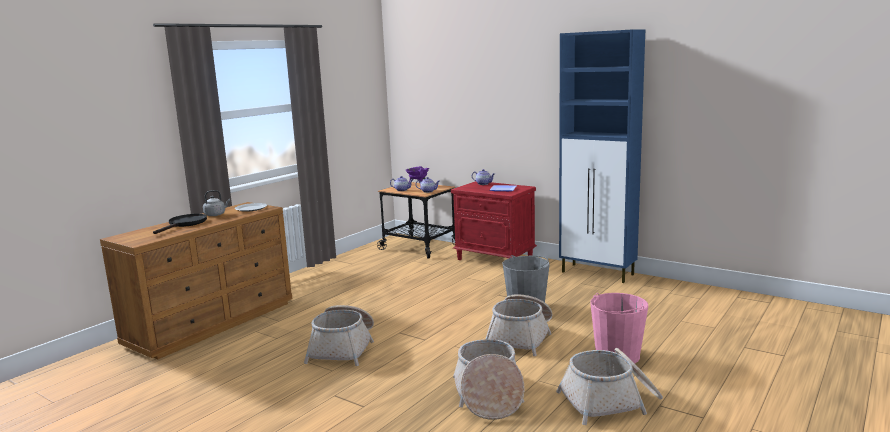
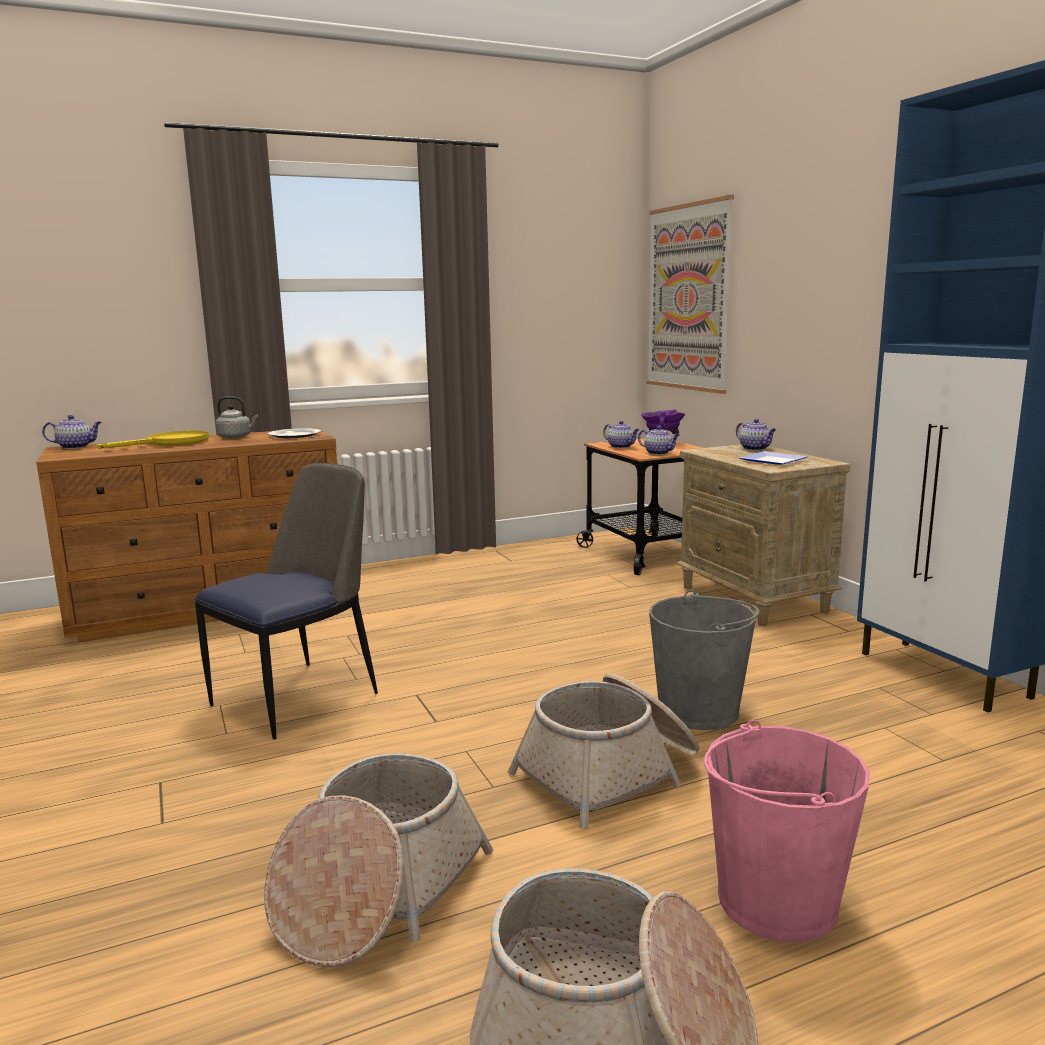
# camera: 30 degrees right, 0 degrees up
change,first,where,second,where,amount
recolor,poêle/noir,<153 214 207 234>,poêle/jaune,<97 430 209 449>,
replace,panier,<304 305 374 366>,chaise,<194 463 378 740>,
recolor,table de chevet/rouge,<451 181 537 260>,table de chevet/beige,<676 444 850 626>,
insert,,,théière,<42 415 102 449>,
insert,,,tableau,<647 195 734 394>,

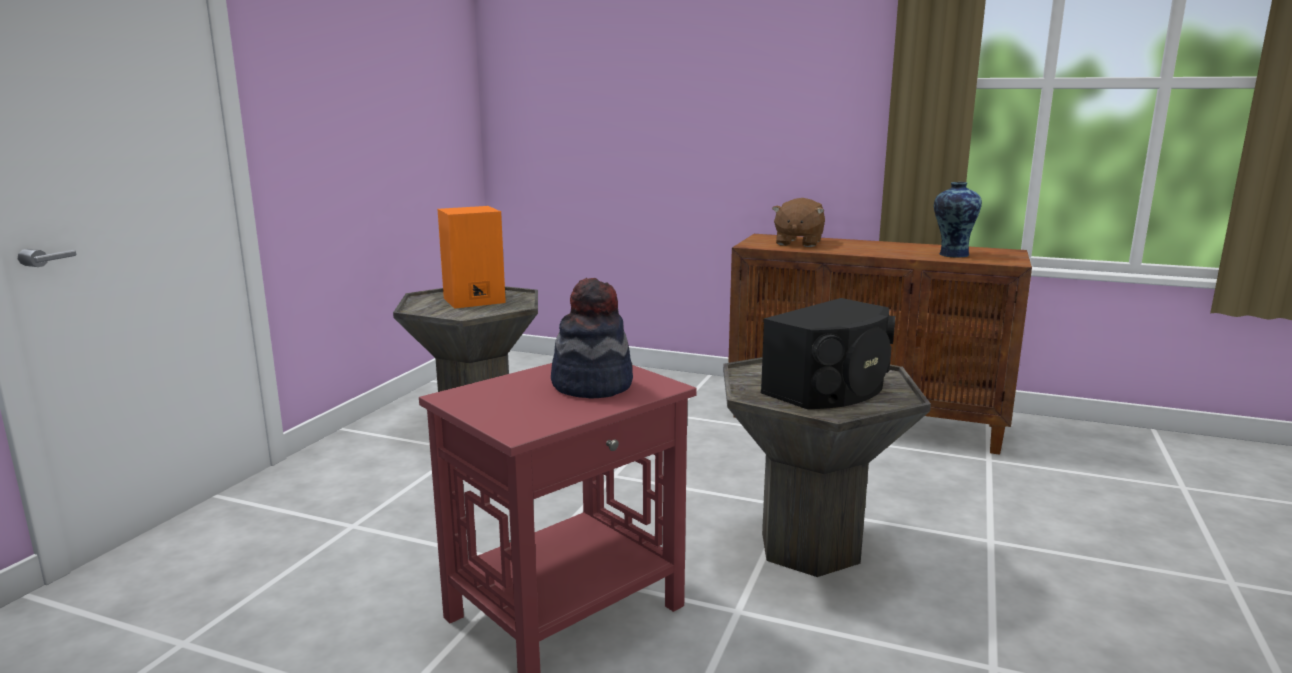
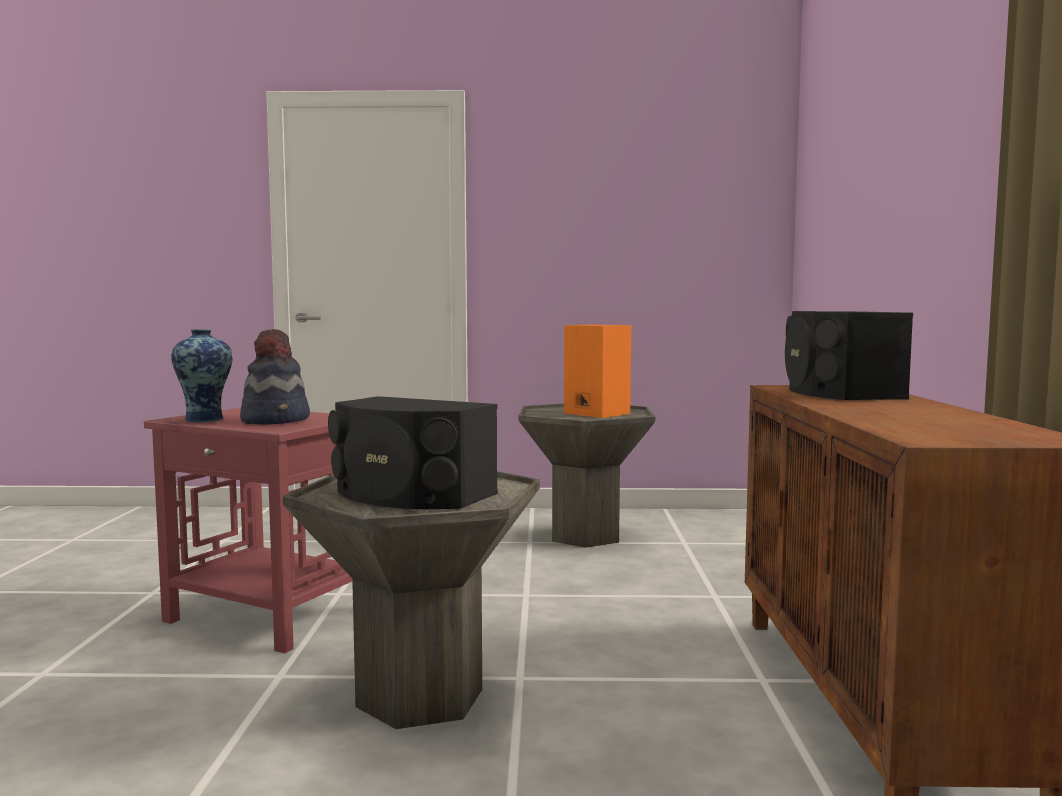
# camera: 70 degrees right, 10 degrees down
change,first,where,second,where,amount
replace,peluche/marron,<772 198 825 247>,enceinte/noir,<785 311 913 400>,
move,vase,<934 182 982 258>,,<171 329 233 422>,

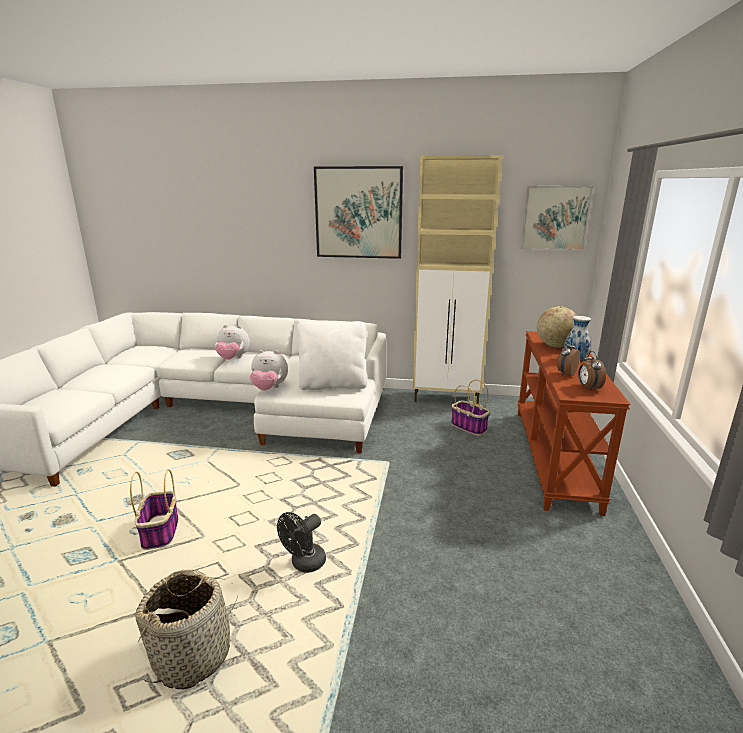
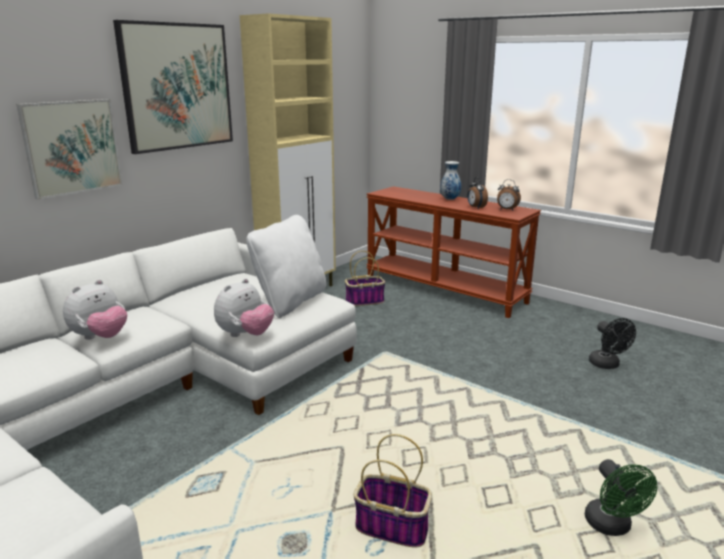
# camera: 60 degrees left, 0 degrees up
change,first,where,second,where,amount
replace,panier,<135 569 238 690>,ventilateur/vert,<585 459 657 536>,
move,ventilateur/noir,<277 512 326 573>,,<589 318 636 369>,
move,tableau,<521 186 593 250>,,<16 99 123 200>,
delete,globe,<537 306 577 348>,,,

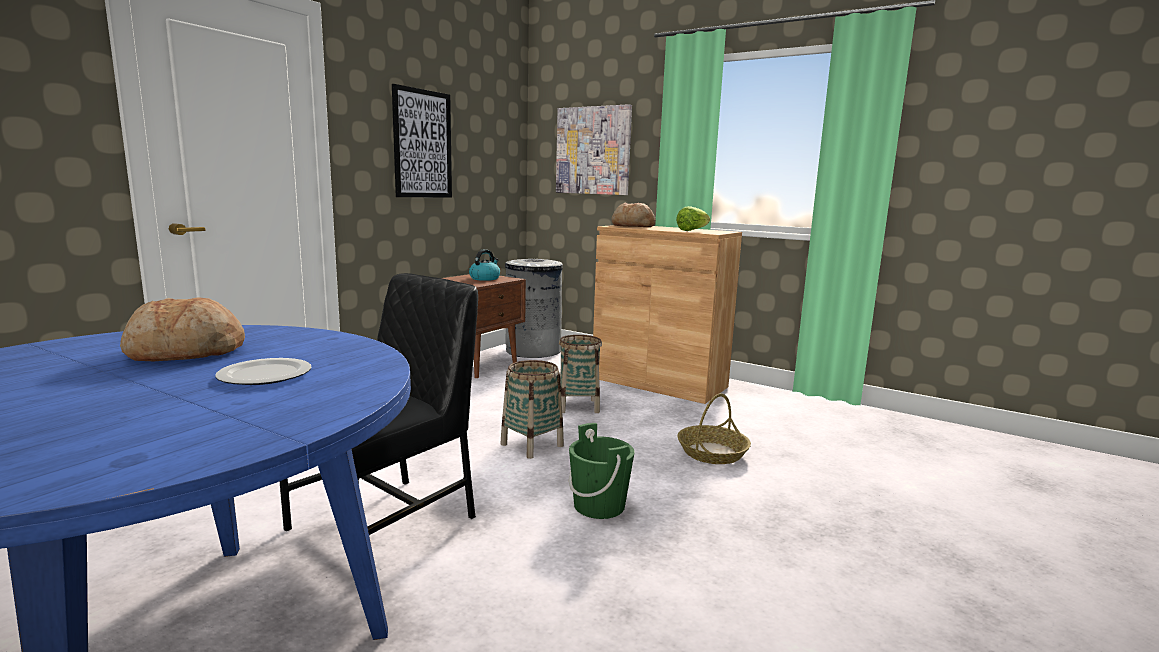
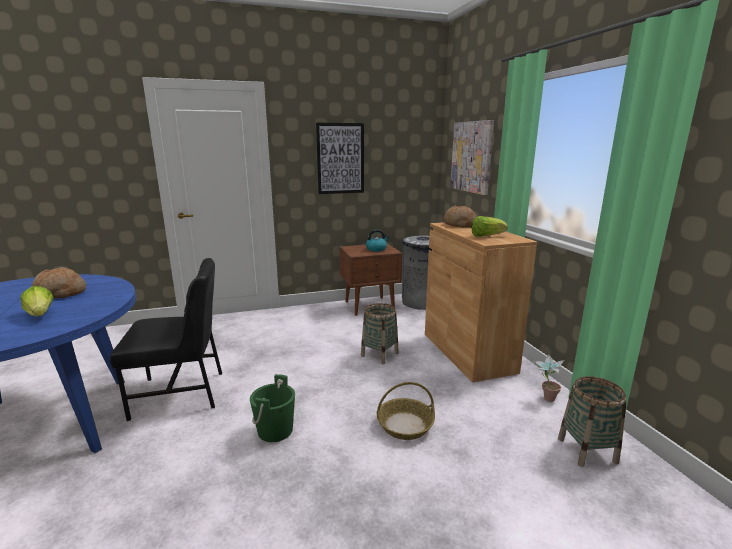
# camera: 40 degrees right, 5 degrees up
change,first,where,second,where,amount
replace,assiette,<215 358 311 385>,laitue,<20 286 54 317>,
move,panier,<500 360 564 459>,,<558 376 627 467>,
insert,,,plante en pot,<533 354 564 402>,

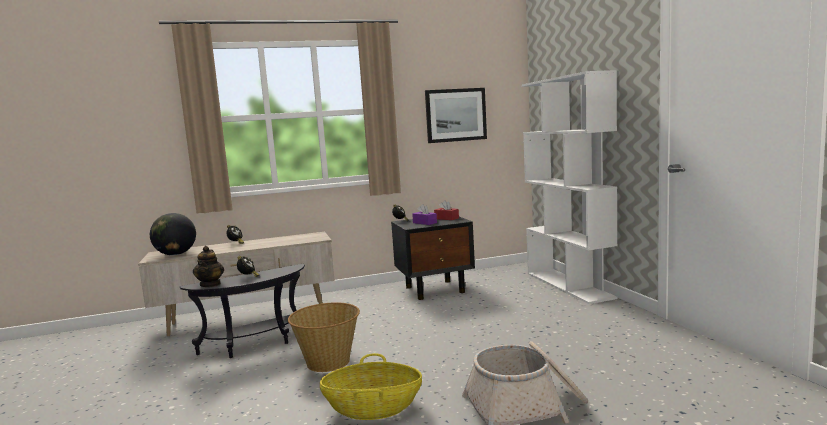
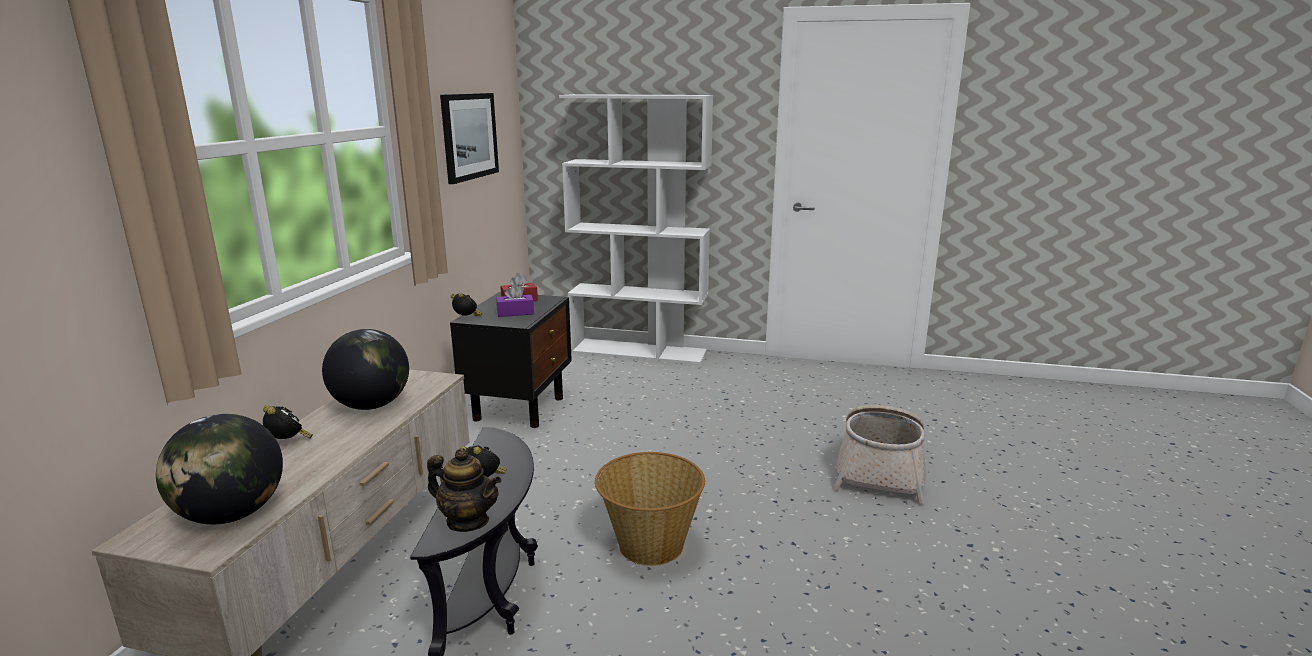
# camera: 60 degrees left, 10 degrees up
change,first,where,second,where,amount
delete,panier,<320 353 422 420>,,,
insert,,,globe,<322 329 409 410>,

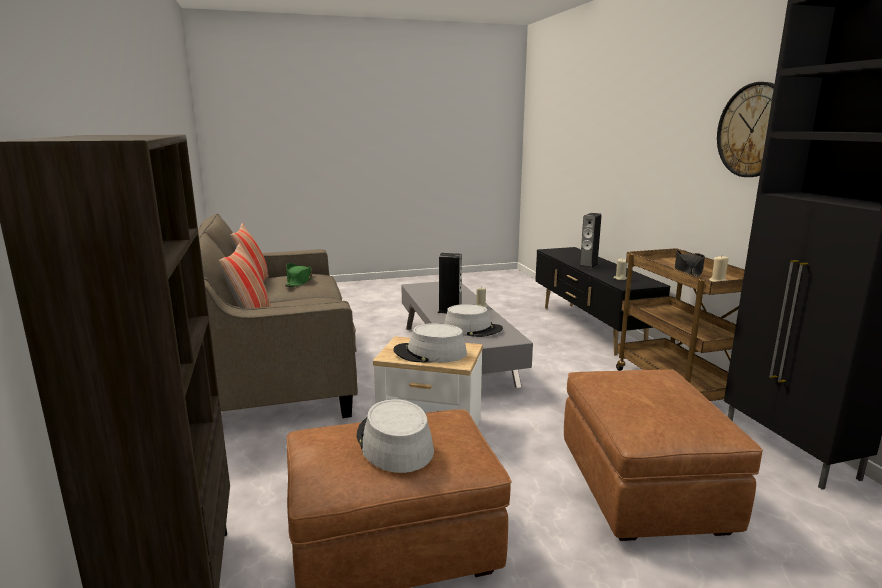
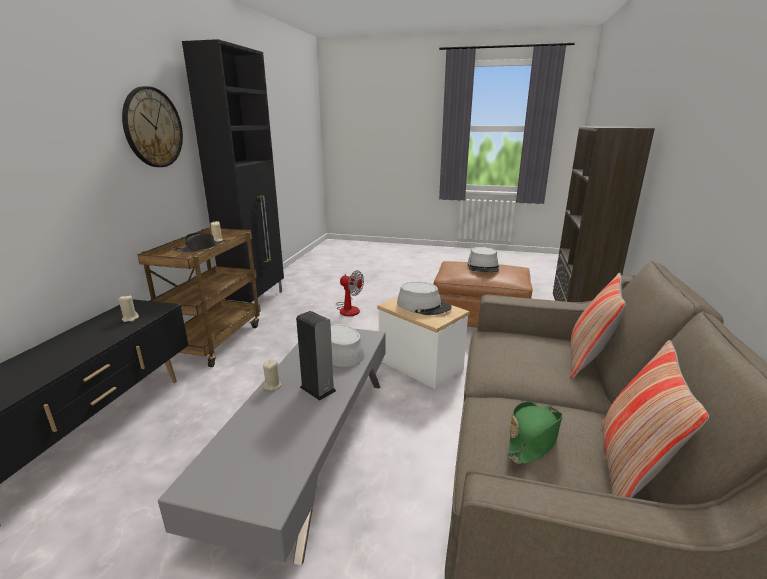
# camera: 150 degrees left, 5 degrees up
change,first,where,second,where,amount
replace,pouf/marron,<564 369 763 541>,ventilateur,<337 270 364 316>,
delete,enceinte,<579 213 602 269>,,,

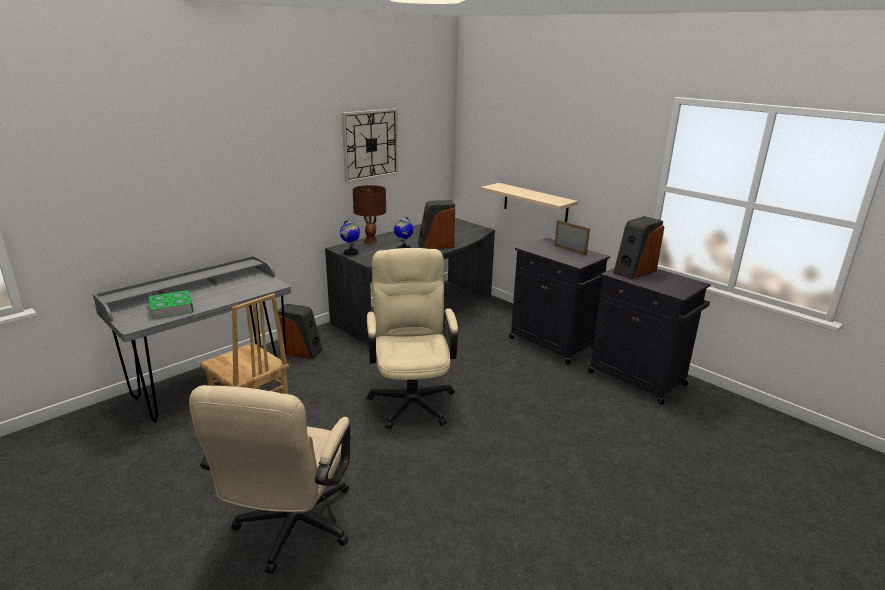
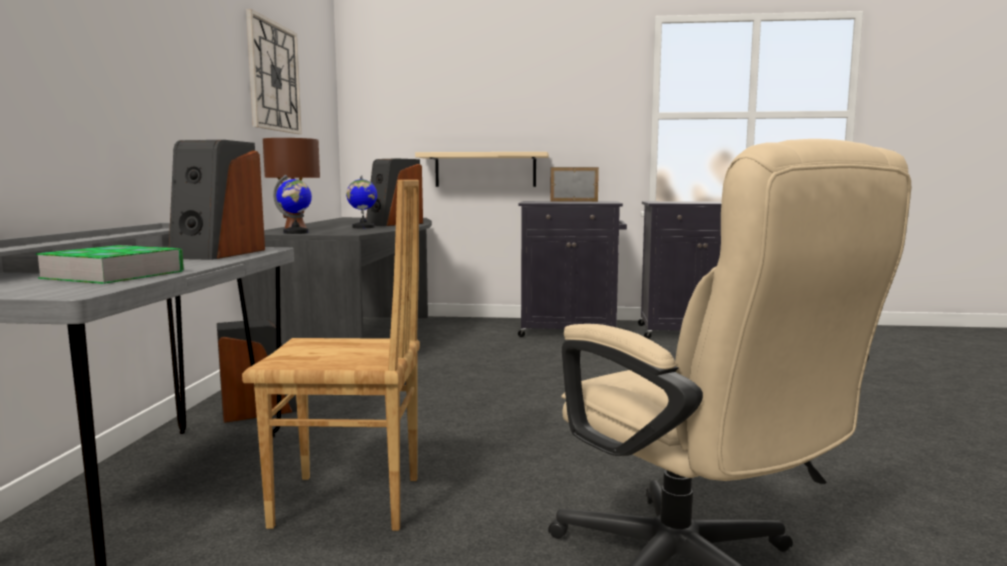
# camera: 40 degrees left, 15 degrees down
change,first,where,second,where,amount
delete,chaise de bureau/beige,<367 248 458 430>,,,
move,enceinte,<613 216 664 280>,,<169 140 265 260>,

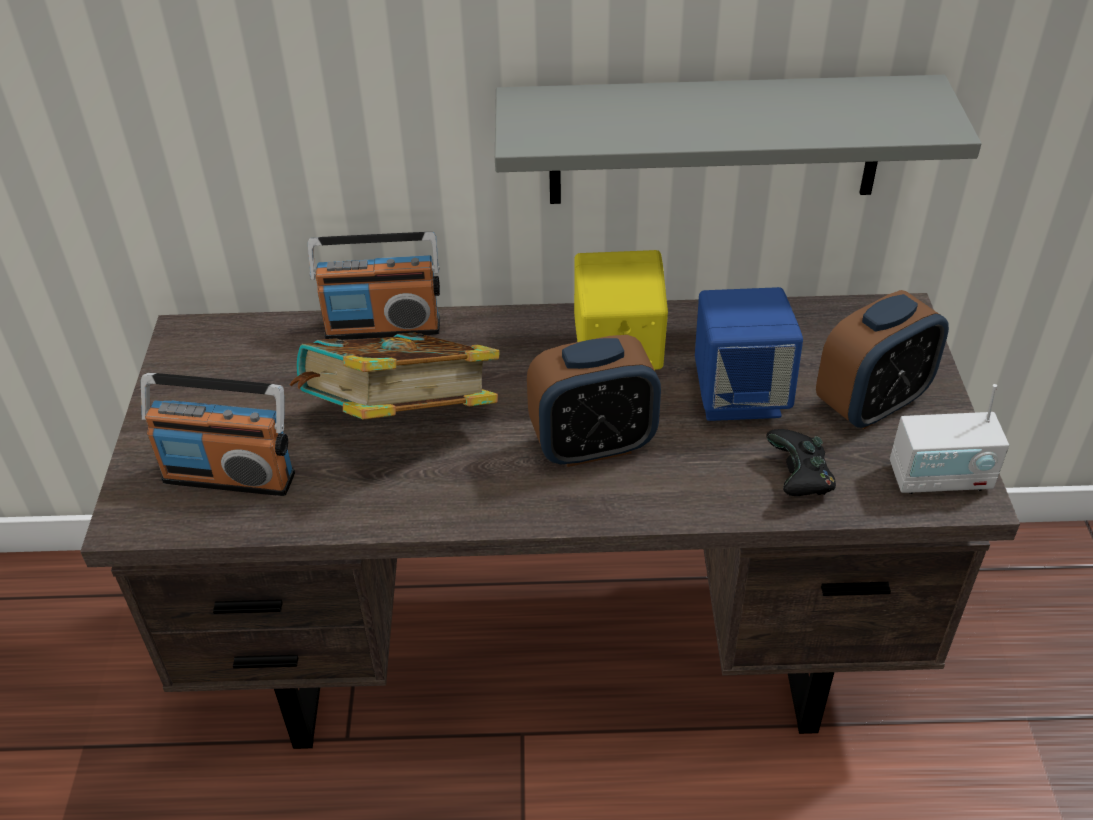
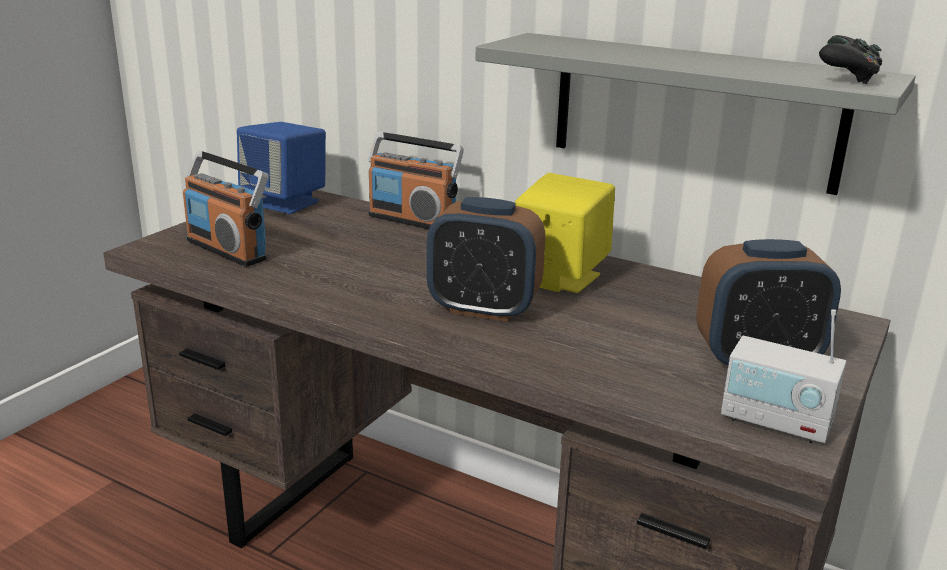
# camera: 30 degrees right, 20 degrees down
change,first,where,second,where,amount
delete,livre,<290 332 500 420>,,,
move,enceinte/bleu,<695 287 803 421>,,<237 122 326 214>,
move,manette/noir,<766 429 836 496>,,<819 35 882 84>,

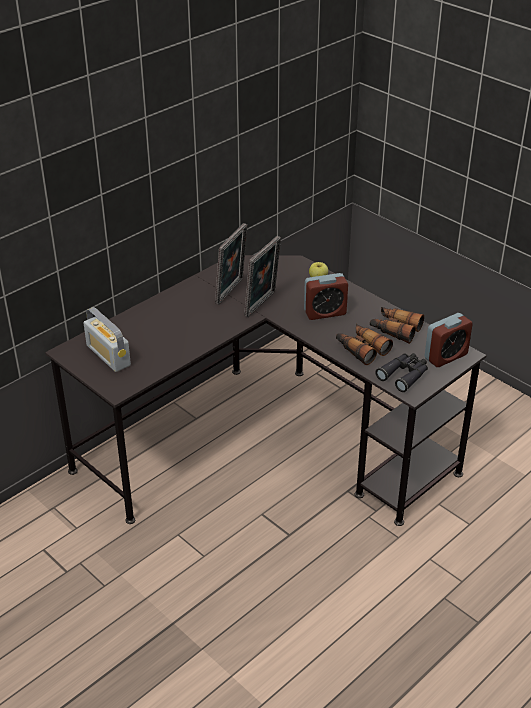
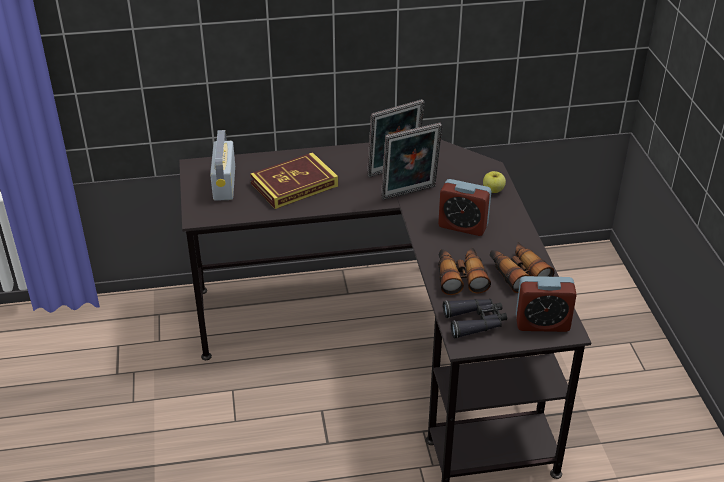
# camera: 35 degrees right, 0 degrees up
change,first,where,second,where,amount
insert,,,livre,<250 152 338 209>,

